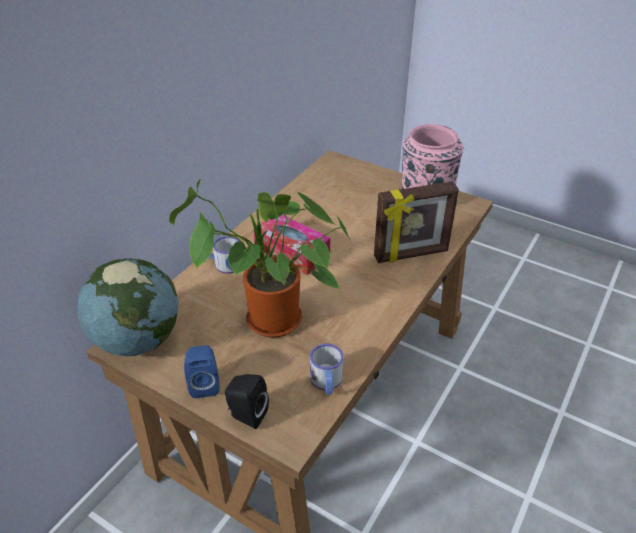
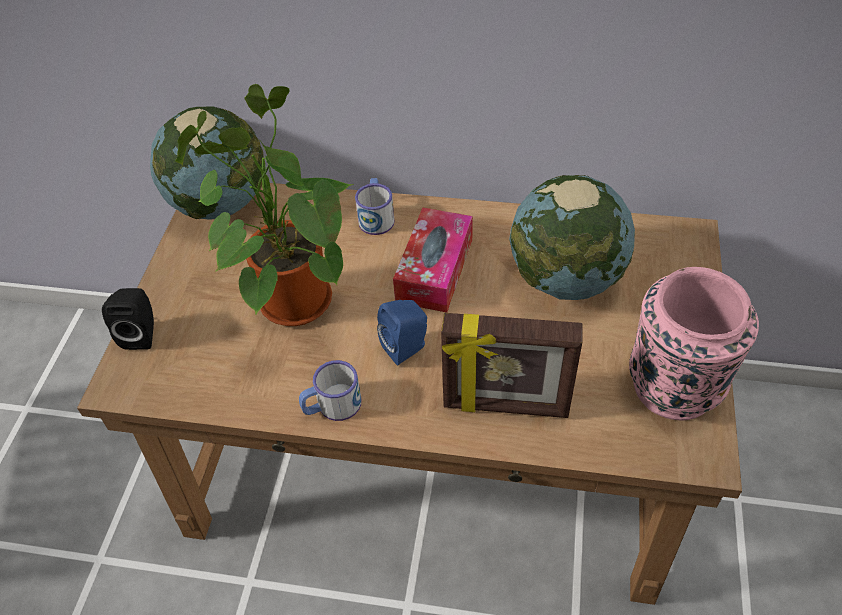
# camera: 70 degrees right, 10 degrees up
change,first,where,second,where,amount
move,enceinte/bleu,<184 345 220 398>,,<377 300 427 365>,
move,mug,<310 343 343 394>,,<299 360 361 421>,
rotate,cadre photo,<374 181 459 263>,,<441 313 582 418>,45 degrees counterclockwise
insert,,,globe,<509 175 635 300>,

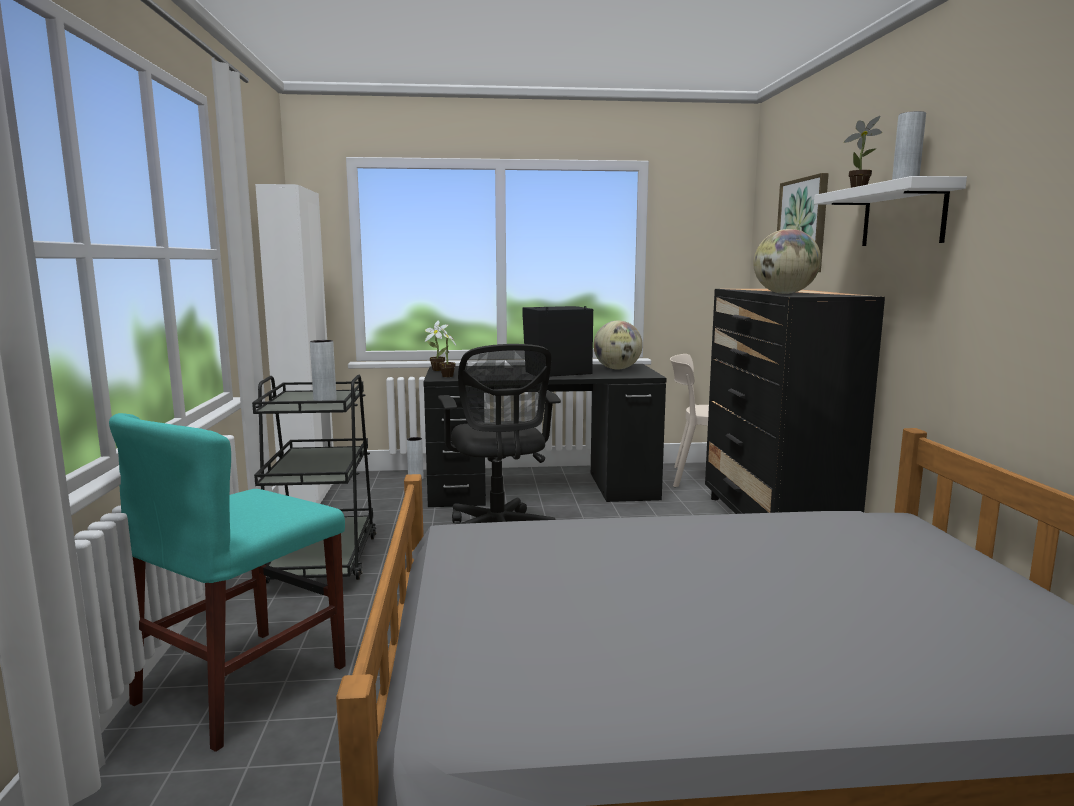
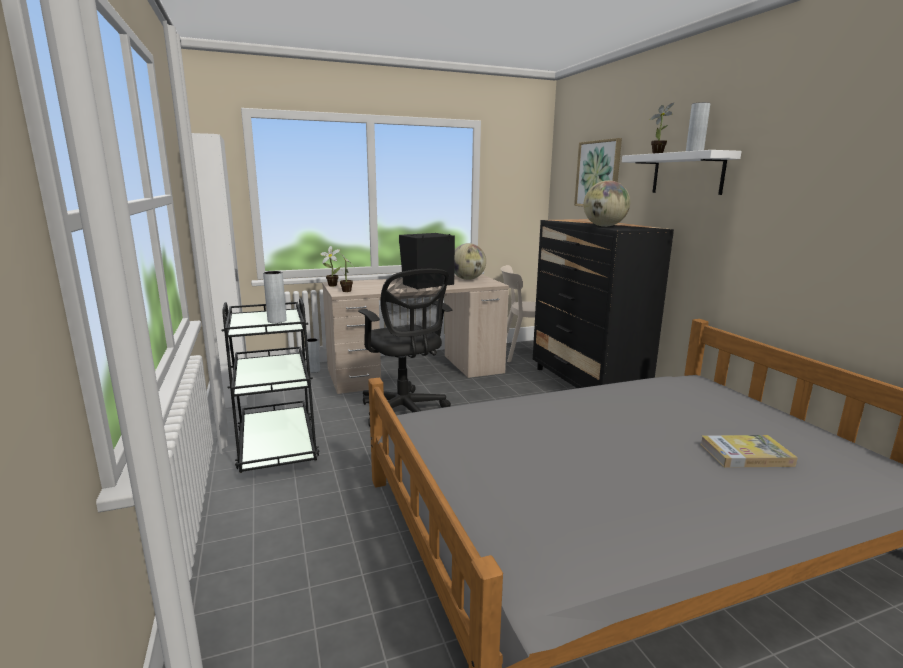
# camera: 15 degrees left, 5 degrees up
change,first,where,second,where,amount
delete,chaise/turquoise,<109 413 346 752>,,,
recolor,bureau/noir,<424 364 667 507>,bureau/beige,<322 274 509 394>,
insert,,,livre,<701 435 798 468>,

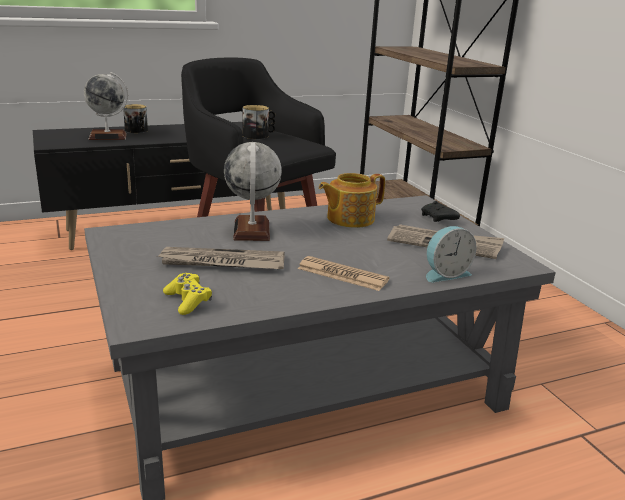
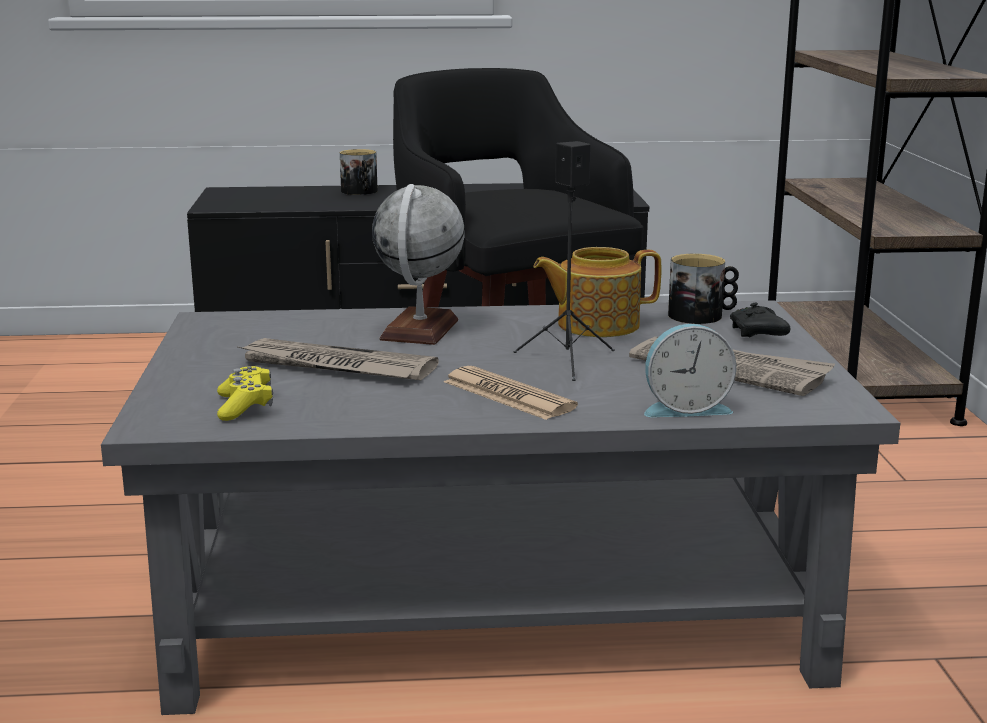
# camera: 20 degrees right, 5 degrees down
change,first,where,second,where,amount
delete,globe,<84 72 128 140>,,,
move,mug,<242 105 275 139>,,<668 254 739 324>,
insert,,,enceinte/noir,<513 141 615 381>,

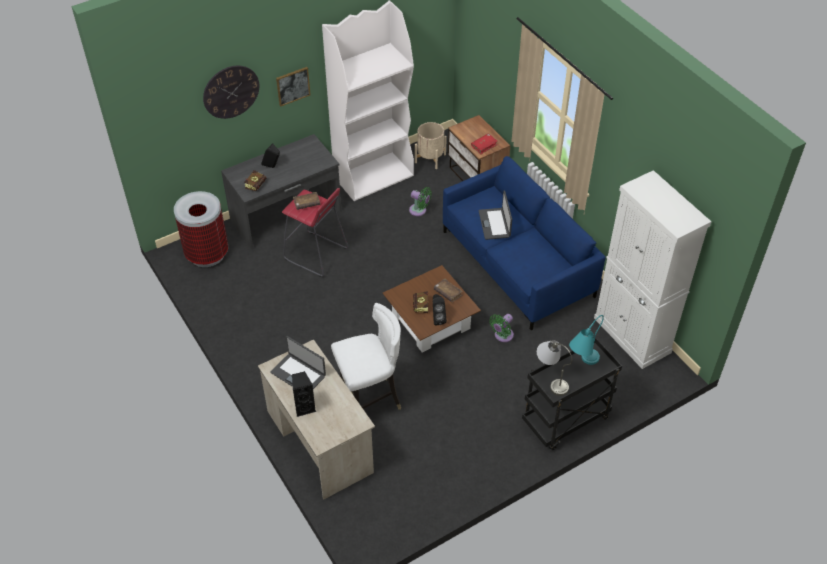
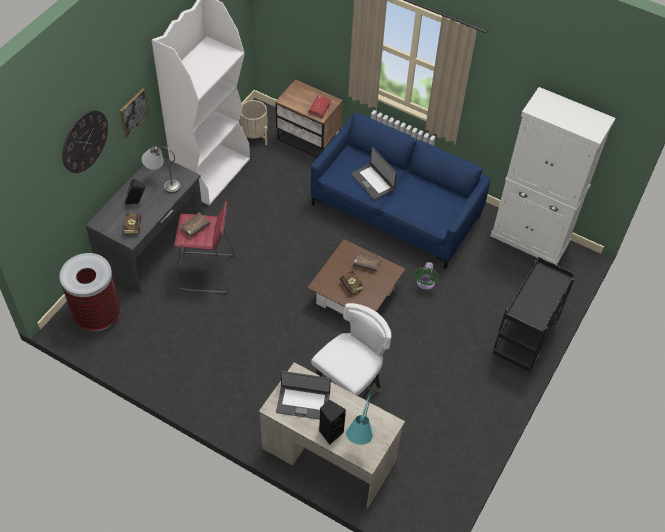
# camera: 30 degrees left, 5 degrees up
change,first,where,second,where,amount
delete,ventilateur/vert,<409 187 432 216>,,,
delete,enceinte/noir,<433 294 447 326>,,,
move,lampe de table/gris,<537 340 572 396>,,<142 146 181 194>,
move,lampe de table/turquoise,<569 315 604 365>,,<346 395 374 445>,

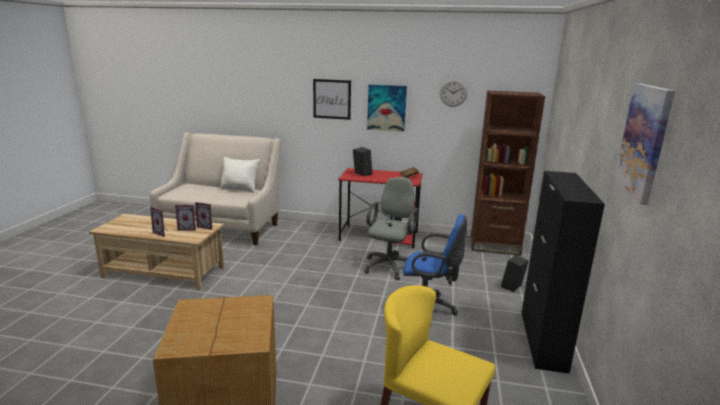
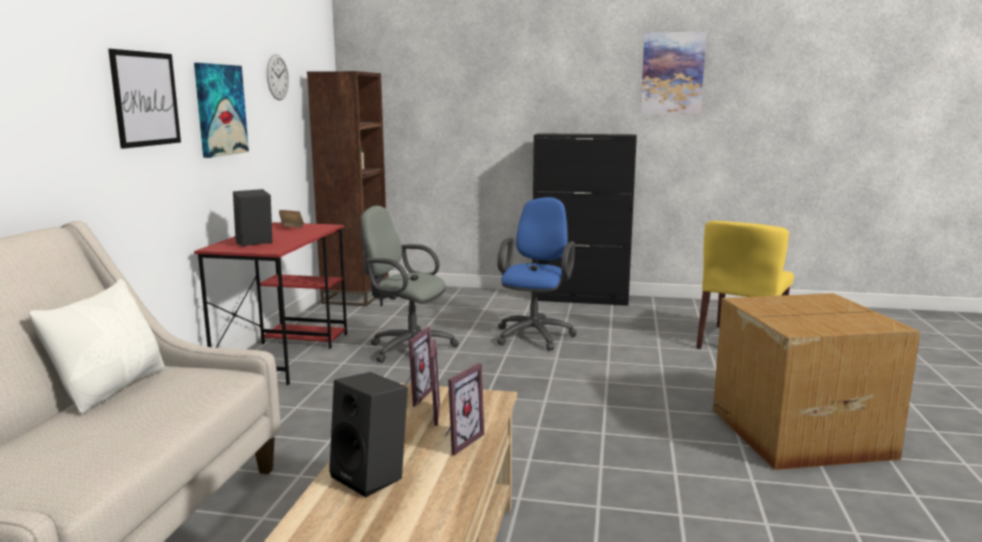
# camera: 90 degrees left, 5 degrees down
change,first,where,second,where,amount
move,enceinte/noir,<501 255 529 292>,,<329 372 408 497>,

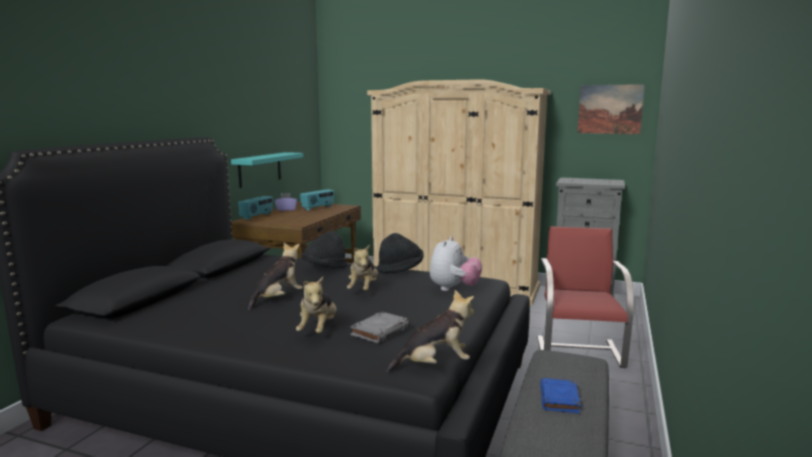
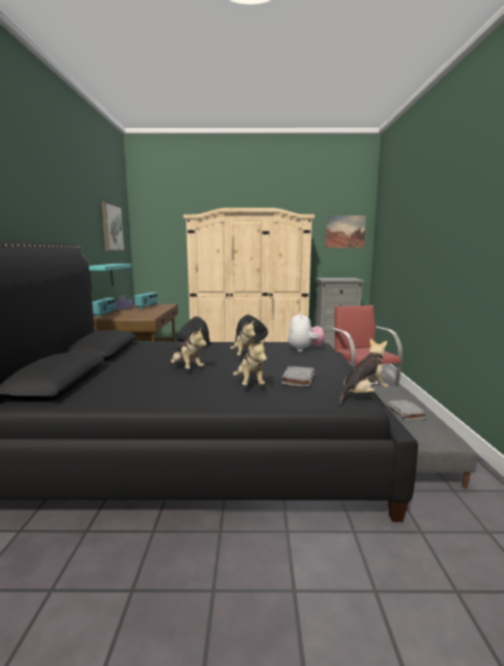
# camera: 20 degrees left, 0 degrees up
change,first,where,second,where,amount
rotate,peluche,<248 242 303 310>,,<168 329 207 369>,120 degrees clockwise
recolor,livre/bleu,<540 378 581 413>,livre/gris,<387 400 427 420>,
insert,,,tableau,<102 202 125 251>,

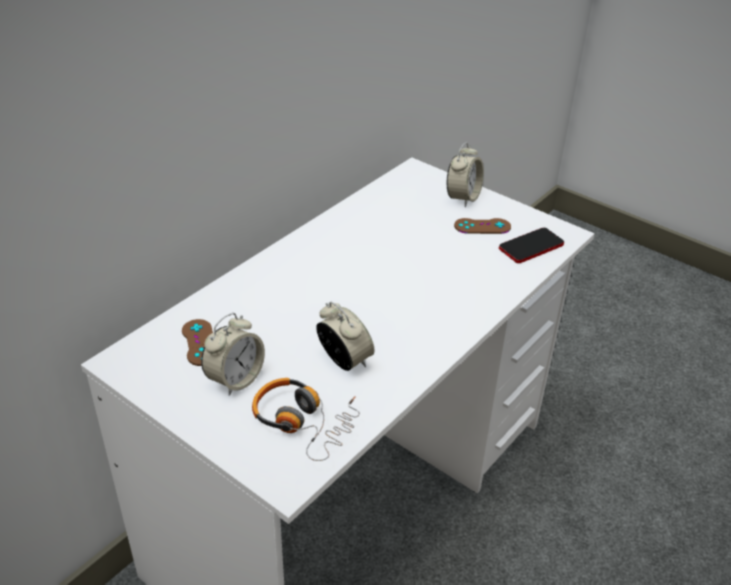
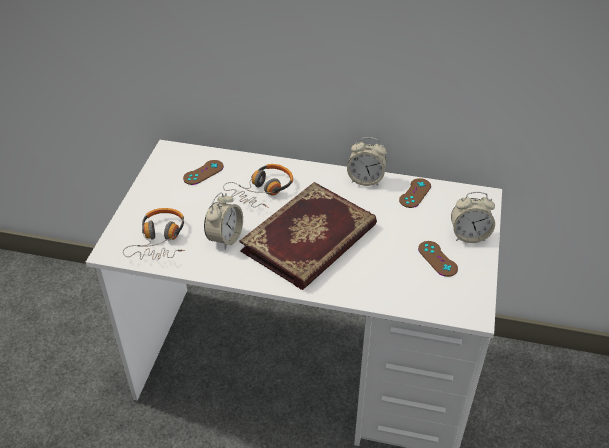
# camera: 65 degrees right, 5 degrees up
change,first,where,second,where,amount
move,réveil,<201 313 265 396>,,<347 137 387 186>,
delete,téléphone,<499 228 564 263>,,,
insert,,,casque audio,<223 164 293 208>,
insert,,,livre,<240 182 377 290>,
insert,,,manette/marron,<399 178 431 208>,

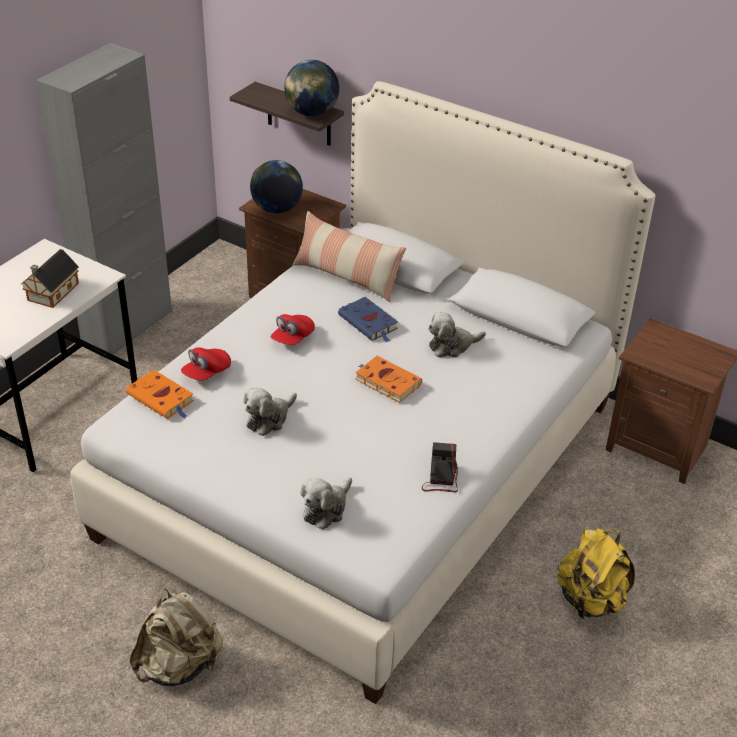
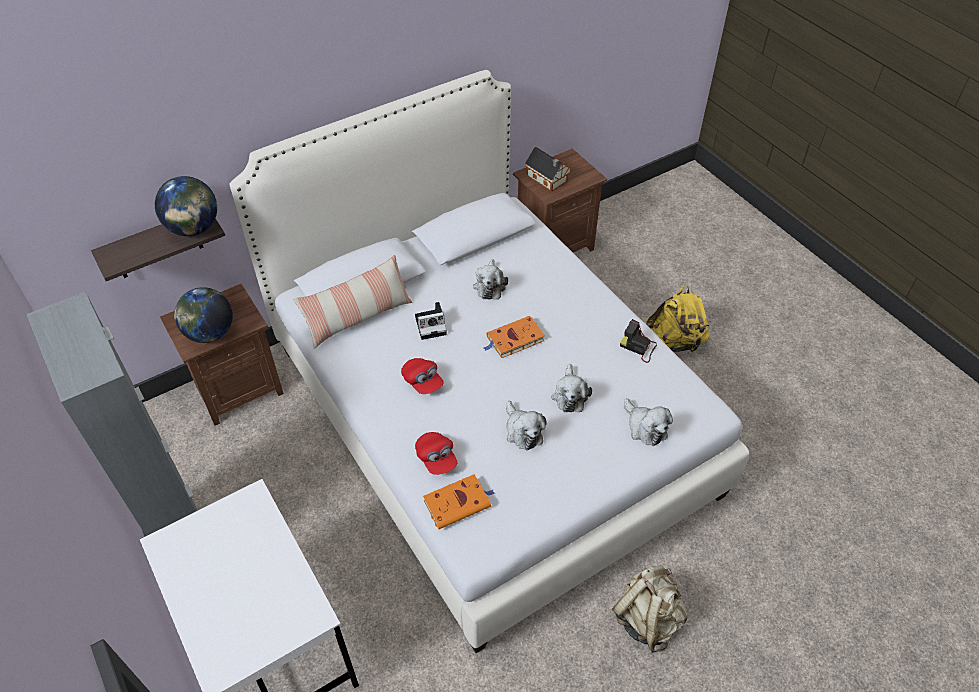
# camera: 65 degrees left, 10 degrees up
change,first,where,second,where,amount
move,maison miniature,<22 249 79 308>,,<525 147 571 192>,
replace,livre/bleu,<338 297 398 343>,appareil photo,<415 302 447 340>,
insert,,,peluche,<551 364 592 412>,

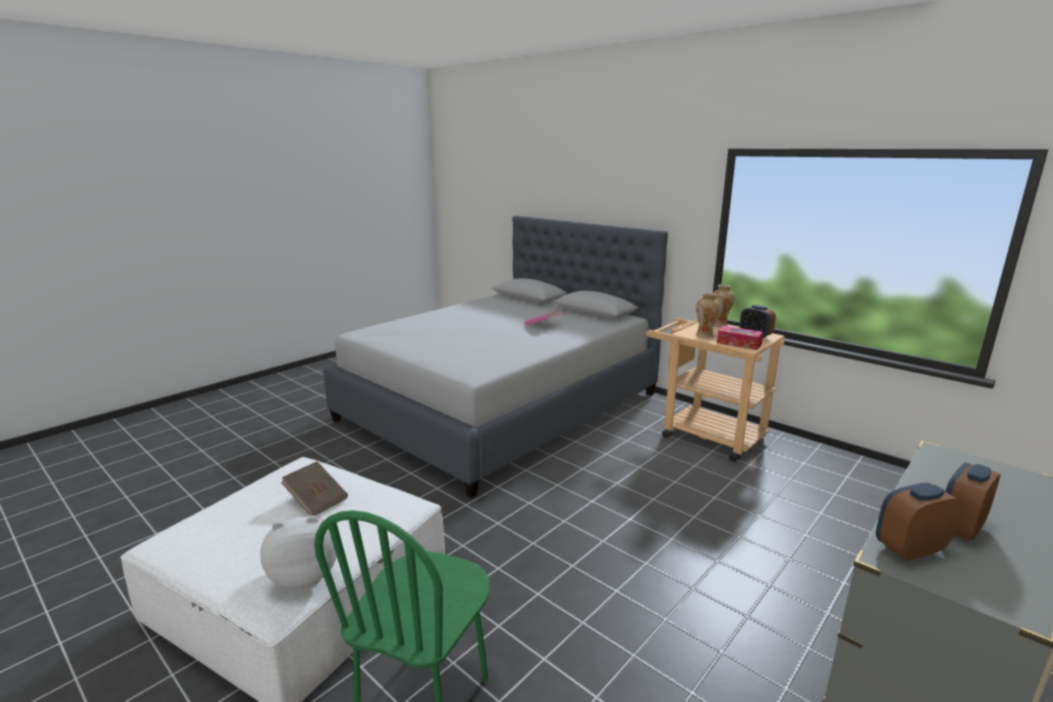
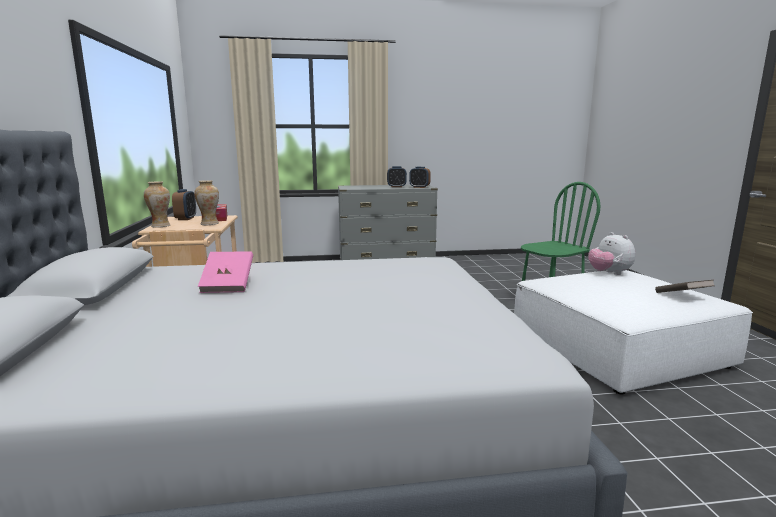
# camera: 140 degrees left, 5 degrees down
change,first,where,second,where,amount
rotate,peluche,<260 516 337 589>,,<588 232 635 275>,45 degrees clockwise
move,livre/marron,<281 461 348 516>,,<655 280 714 293>,

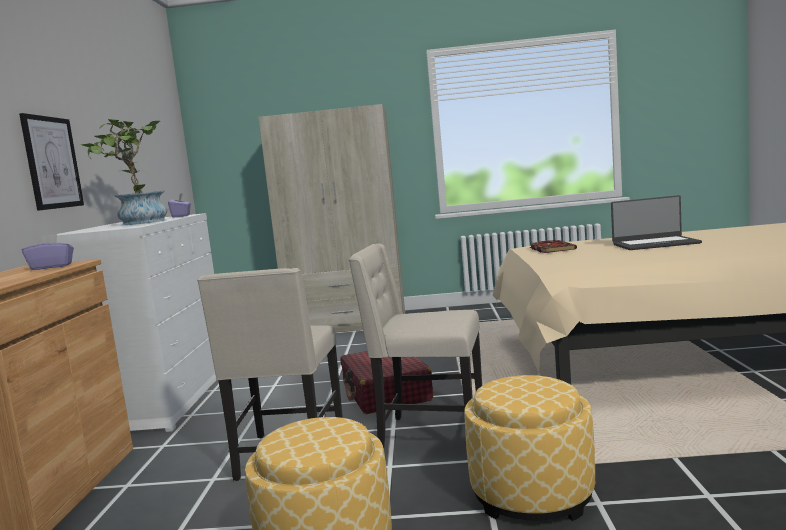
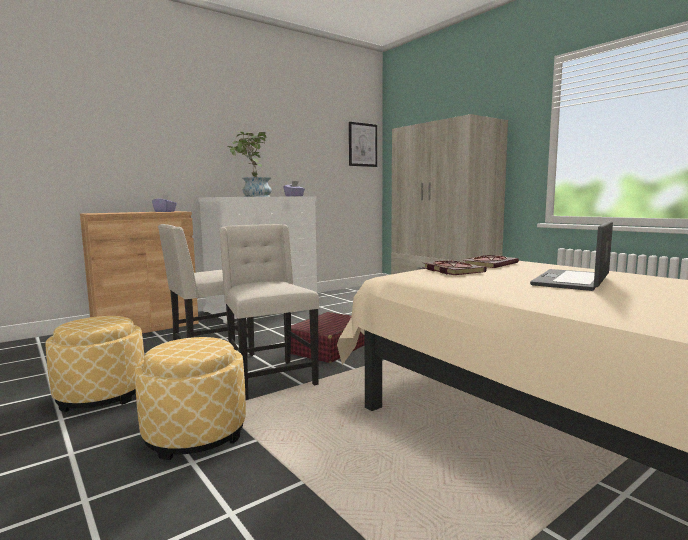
# camera: 50 degrees right, 0 degrees up
change,first,where,second,where,amount
move,tableau,<19 113 84 211>,,<349 122 377 167>,
rotate,ordinateur portable,<611 195 702 250>,,<530 221 613 291>,75 degrees clockwise
insert,,,livre,<422 261 487 275>,

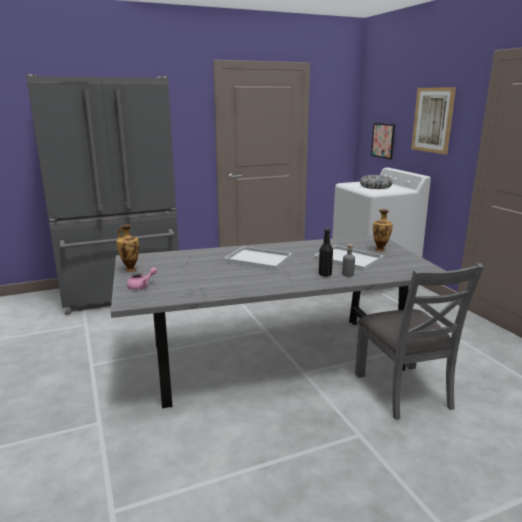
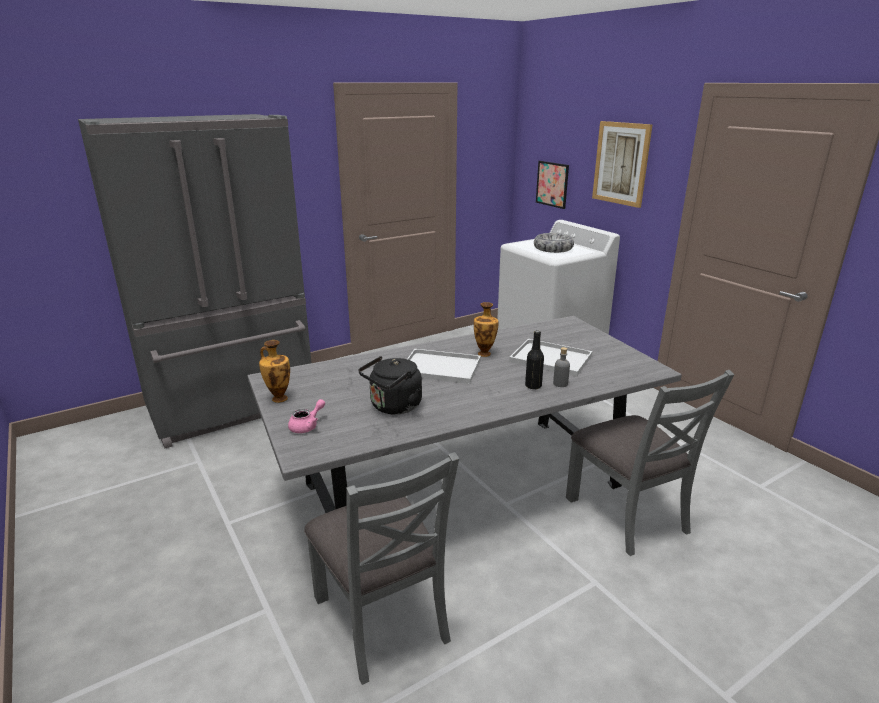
# camera: 10 degrees left, 5 degrees up
change,first,where,second,where,amount
move,vase,<373 209 393 252>,,<474 302 499 357>,
insert,,,chaise/gris,<304 452 459 685>,
insert,,,bouilloire/noir,<358 356 422 415>,

